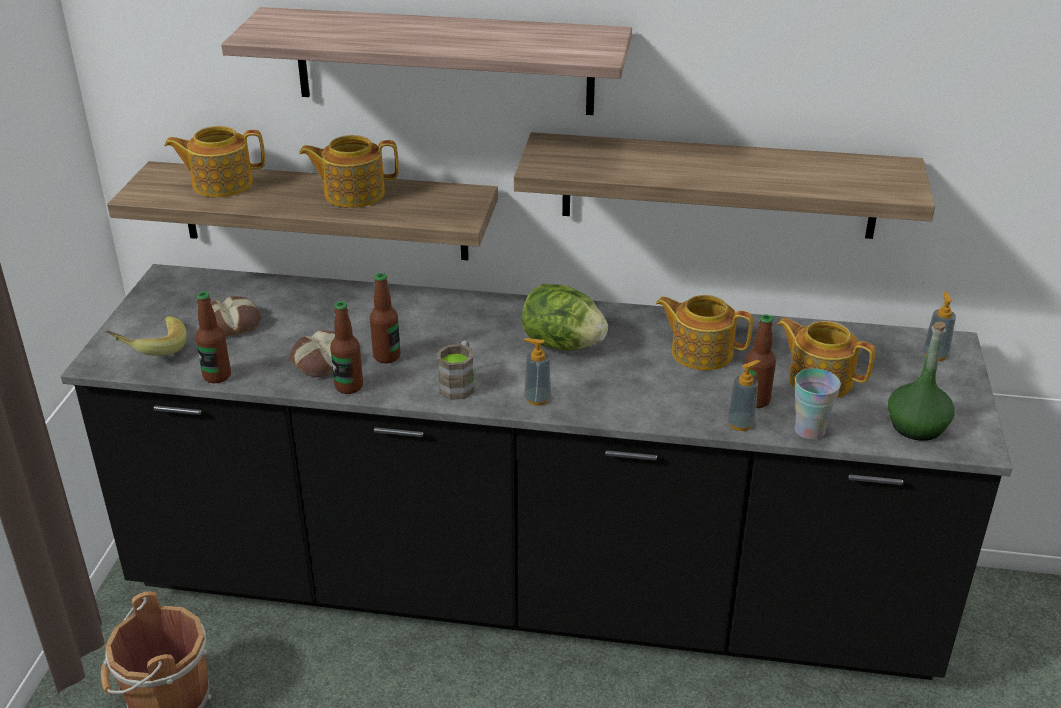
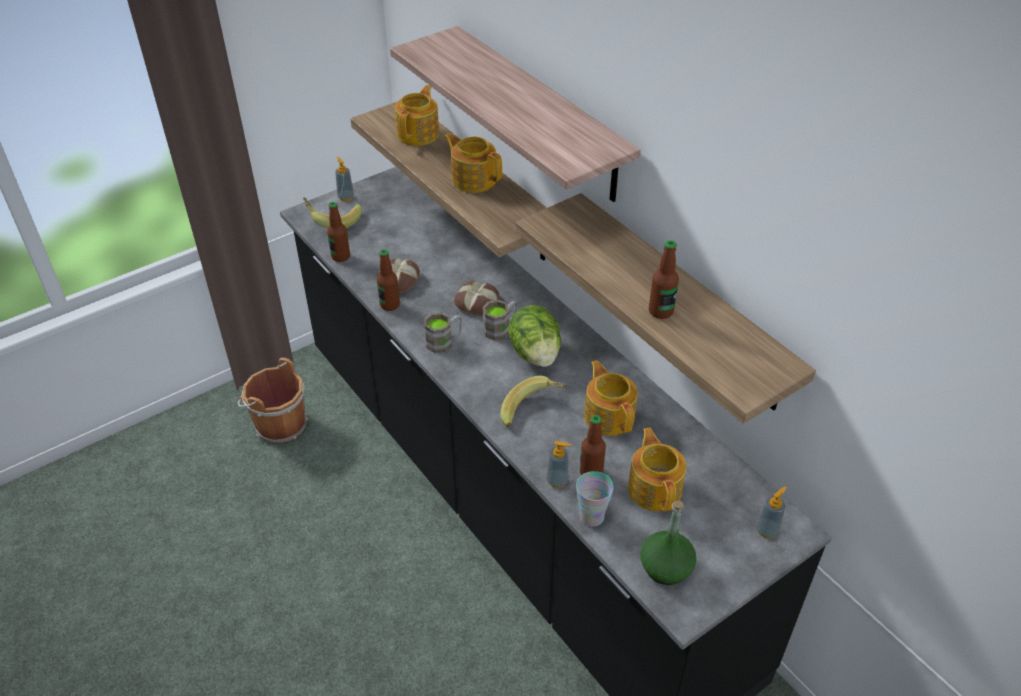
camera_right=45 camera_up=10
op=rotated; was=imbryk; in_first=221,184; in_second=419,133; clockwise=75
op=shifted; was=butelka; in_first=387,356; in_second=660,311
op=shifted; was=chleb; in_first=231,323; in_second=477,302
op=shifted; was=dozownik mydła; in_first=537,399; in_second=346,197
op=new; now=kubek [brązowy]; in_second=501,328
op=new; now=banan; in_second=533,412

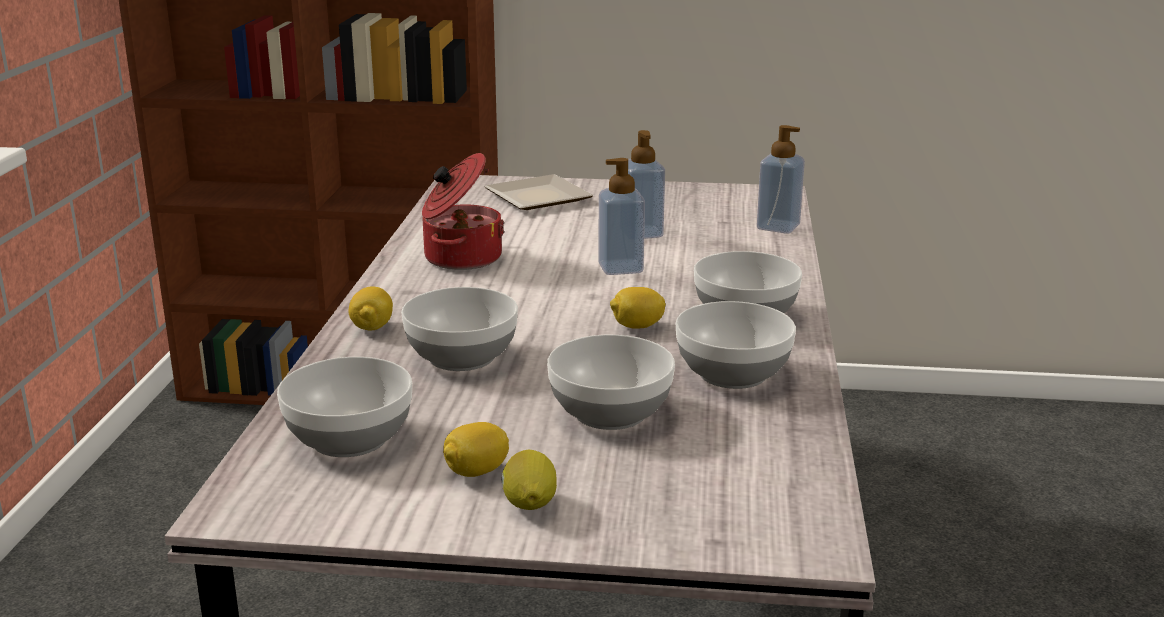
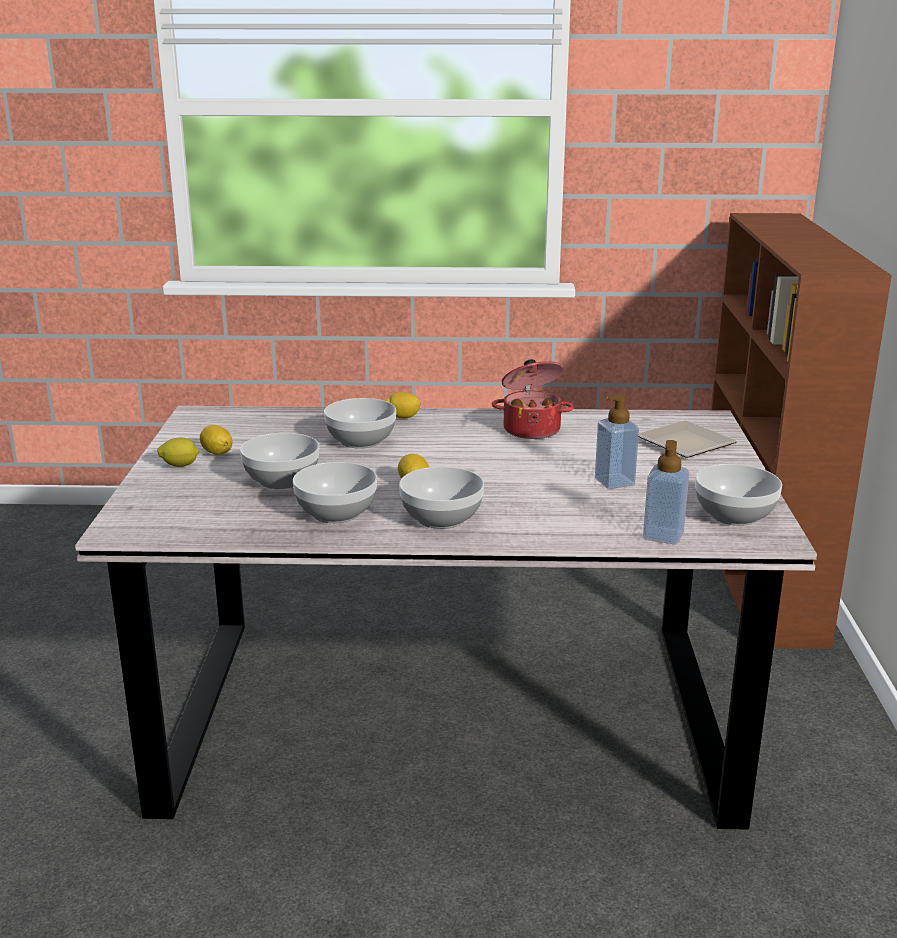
camera_right=85 camera_up=0
op=gone; was=dozownik mydła; in_first=620,268
op=shifted; was=miska; in_first=347,439; in_second=734,514

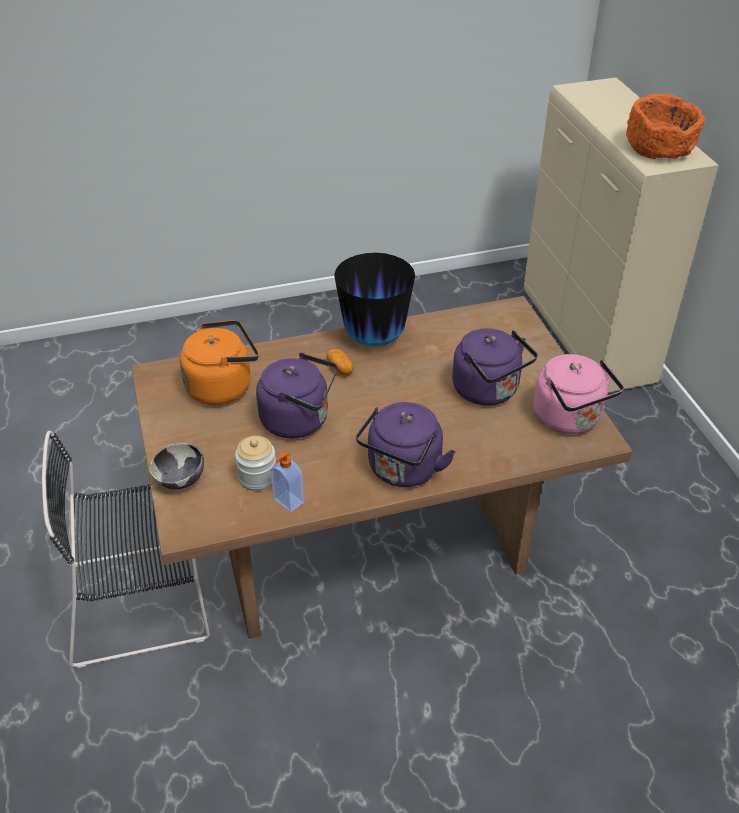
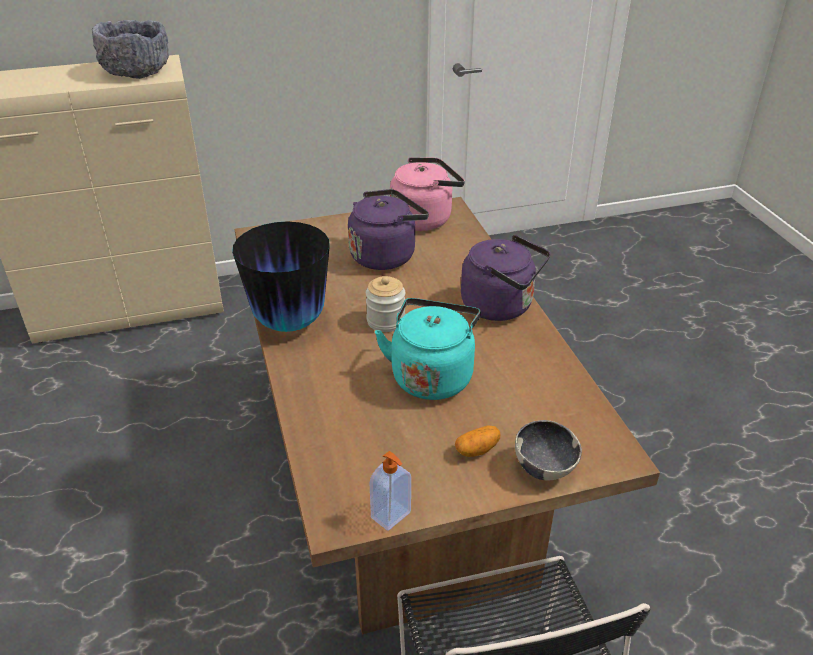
camera_right=-90 camera_up=-5
op=repainted; was=miska [pomarańczowy]; now=miska [szary]; in_first=659,149; in_second=136,71
op=gone; was=czajnik [pomarańczowy]; in_first=223,386
op=shifted; was=ziemniak; in_first=340,368; in_second=477,449
op=repainted; was=czajnik [fioletowy]; now=czajnik [turkusowy]; in_first=299,420; in_second=432,375
op=shifted; was=słoik; in_first=258,477; in_second=386,321
op=shifted; was=dozownik mydła; in_first=288,501; in_second=392,516

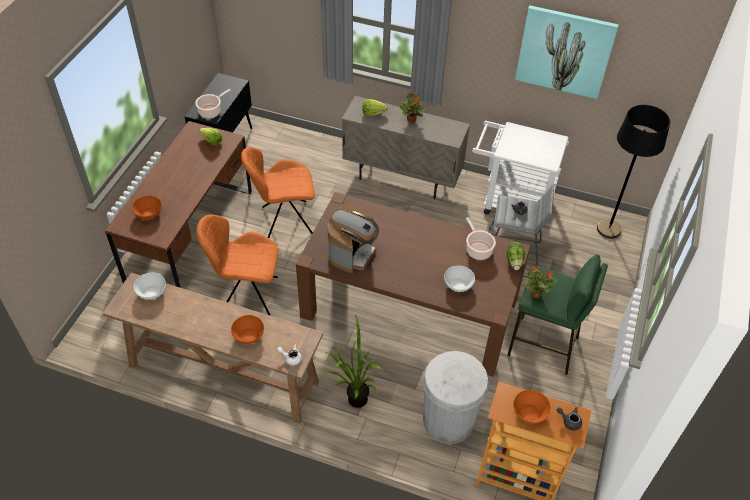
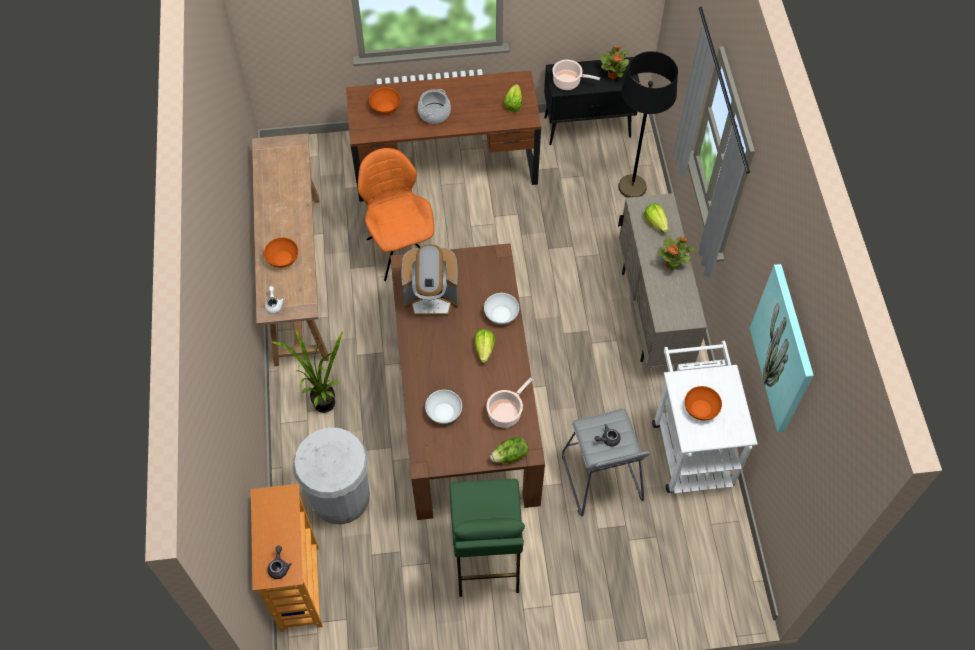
camera_right=65 camera_up=10
op=shifted; was=lampa stojąca [czarny]; in_first=608,229; in_second=632,187
op=gone; was=krzesło [pomarańczowy]; in_first=284,220
op=shifted; was=roślina doniczkowa; in_first=535,294; in_second=613,75
op=shifted; was=miska [biały]; in_first=152,292; in_second=501,314
op=shifted; was=miska [pomarańczowy]; in_first=529,413; in_second=701,409
op=new; now=garnek; in_second=434,113
op=new; now=sałata; in_second=484,349

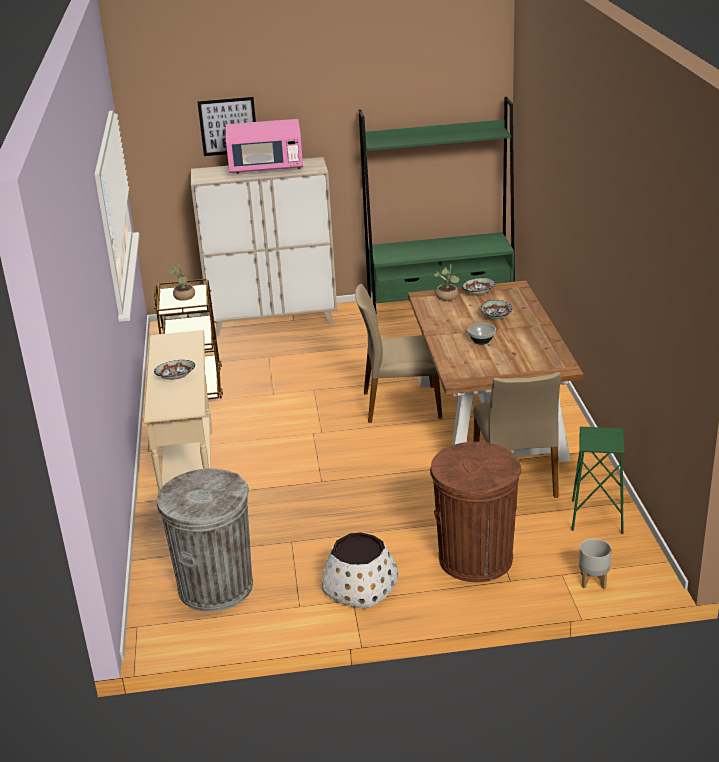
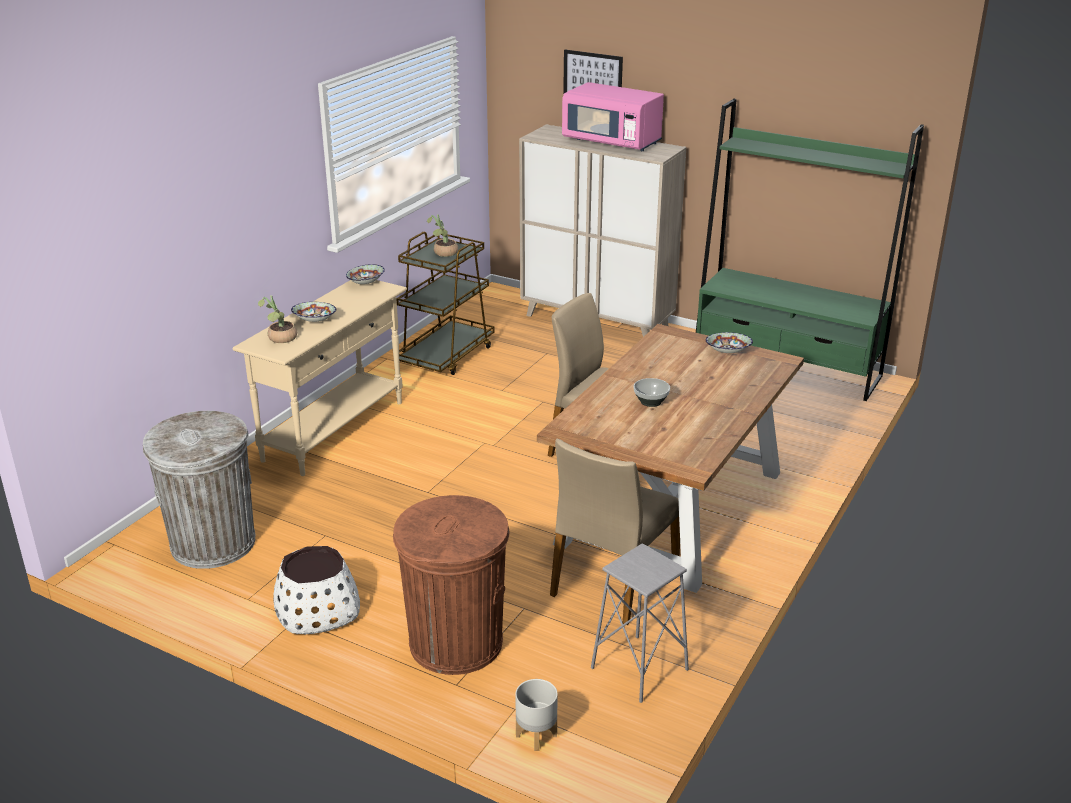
camera_right=35 camera_up=0
op=shifted; was=roślina doniczkowa; in_first=448,298; in_second=280,339
op=shifted; was=miska; in_first=496,317; in_second=366,283
op=repainted; was=stołek [zielony]; now=stołek [szary]; in_first=597,517; in_second=639,669

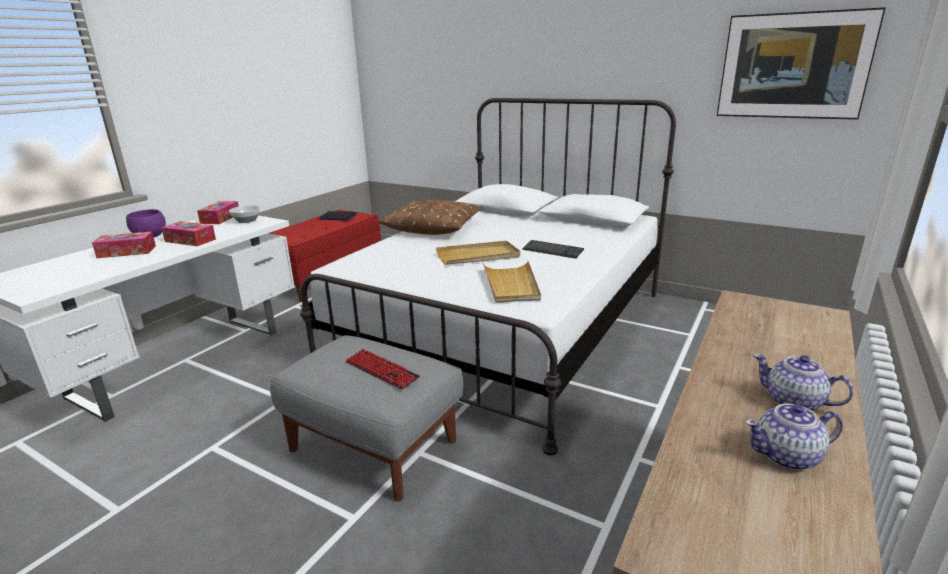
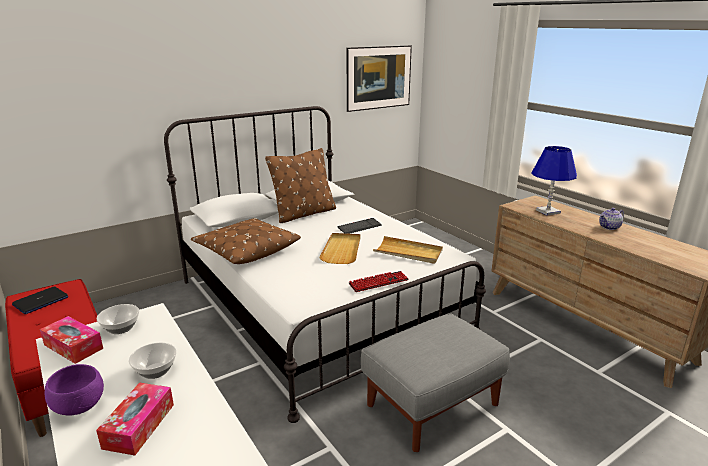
camera_right=-65 camera_up=0
op=swapped; was=pudełko chusteczek; now=miska; in_first=190,240; in_second=155,371
op=shifted; was=klawiatura; in_first=381,370; in_second=378,282
op=gone; was=imbryk; in_first=787,456
op=new; now=lampa stołowa [niebieski]; in_second=548,211
op=new; now=poduszka [brązowy]; in_second=304,214

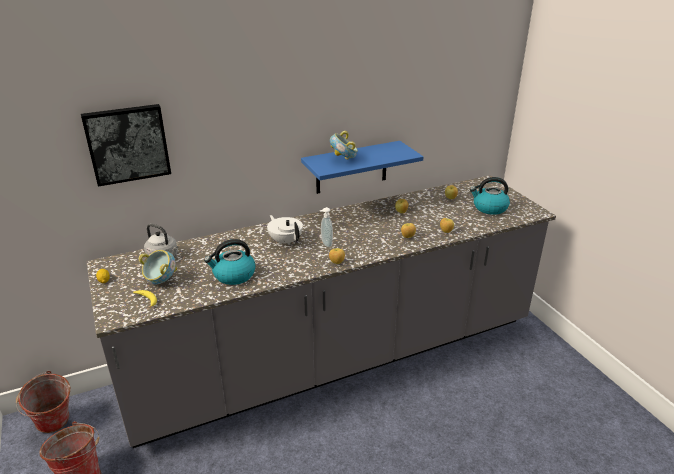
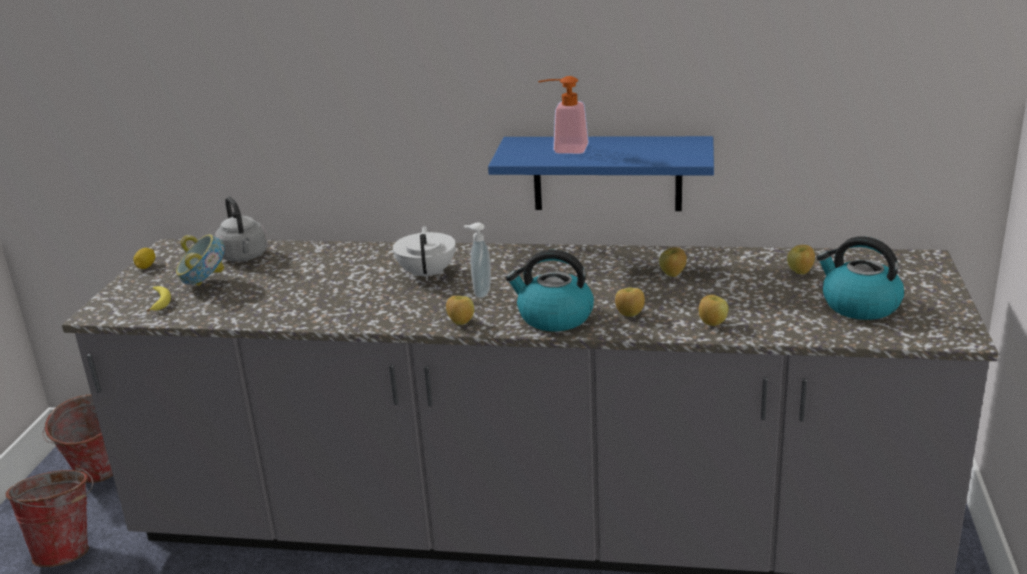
camera_right=35 camera_up=-5
op=gone; was=obraz; in_first=127,143
op=swapped; was=miska; now=dozownik mydła; in_first=343,159; in_second=564,149
op=shifted; was=czajnik; in_first=233,275; in_second=554,317

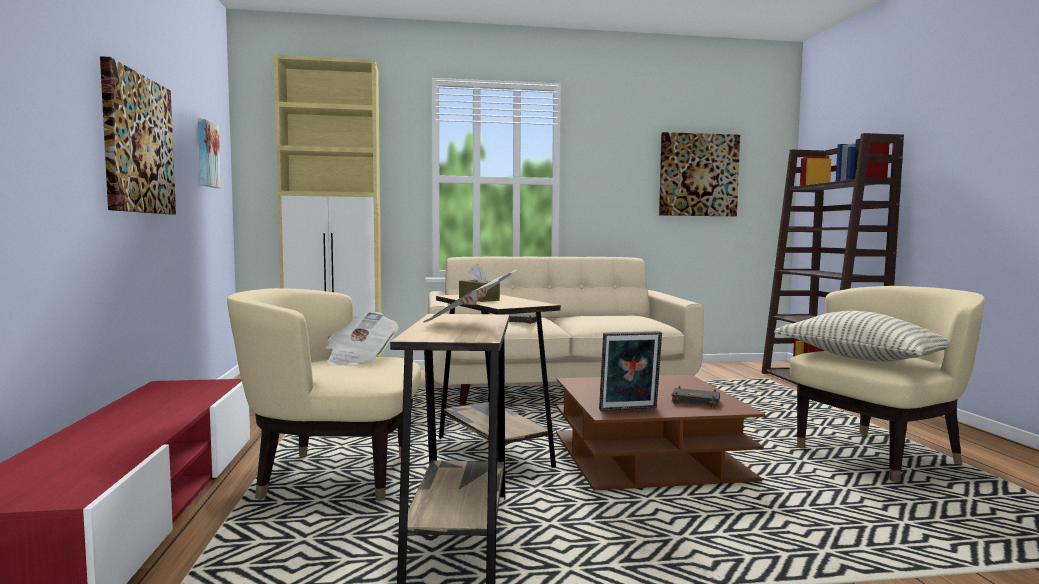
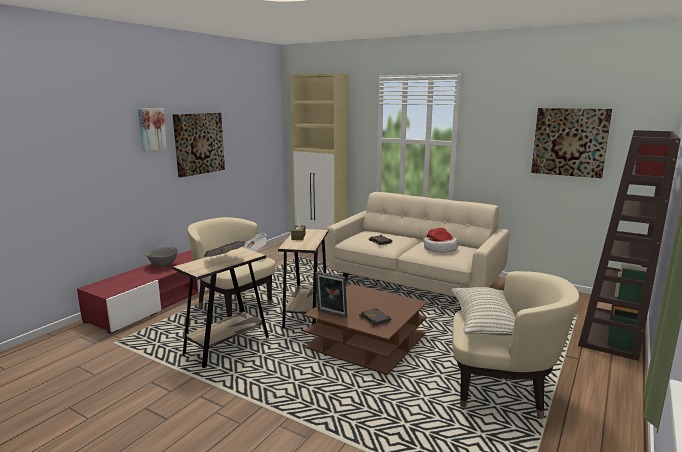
camera_right=40 camera_up=10
op=shifted; was=obraz; in_first=206,154; in_second=151,129
op=new; now=kapelusz; in_second=439,249
op=new; now=miska [szary]; in_second=163,265

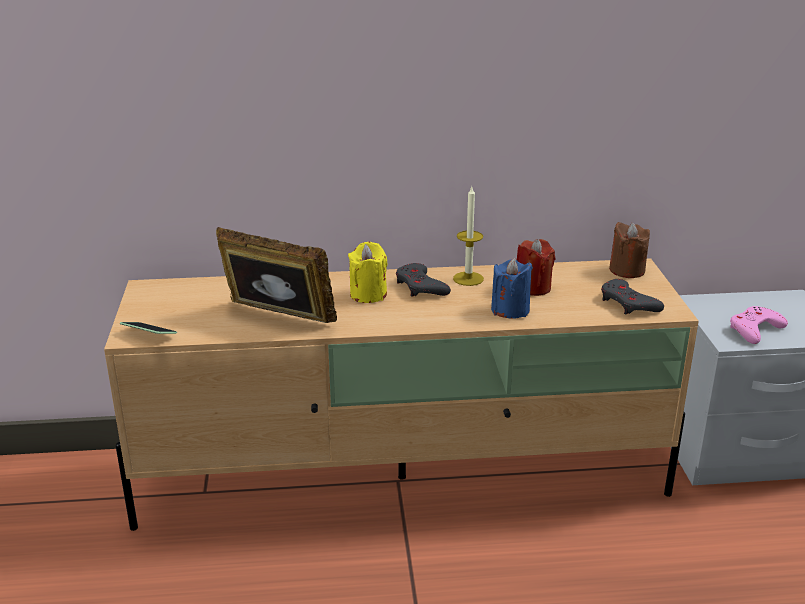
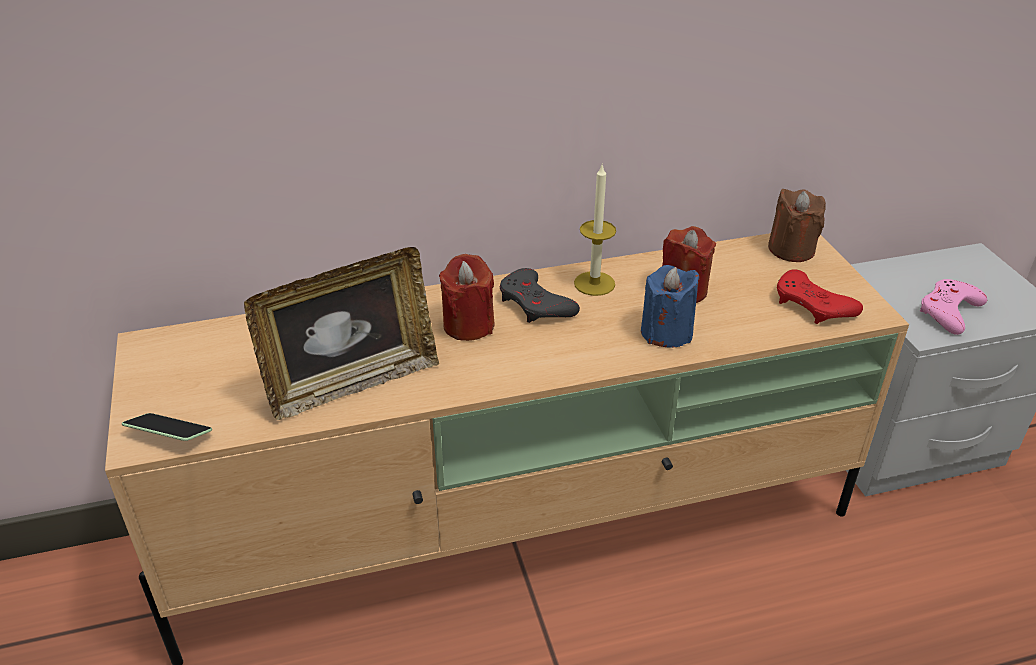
camera_right=-10 camera_up=10
op=rotated; was=ramka na zdjęcie; in_first=277,319; in_second=352,383; clockwise=135
op=repainted; was=świeca [żółty]; now=świeca [czerwony]; in_first=368,294; in_second=468,325
op=repainted; was=pad do gier [szary]; now=pad do gier [czerwony]; in_first=628,303; in_second=813,304

